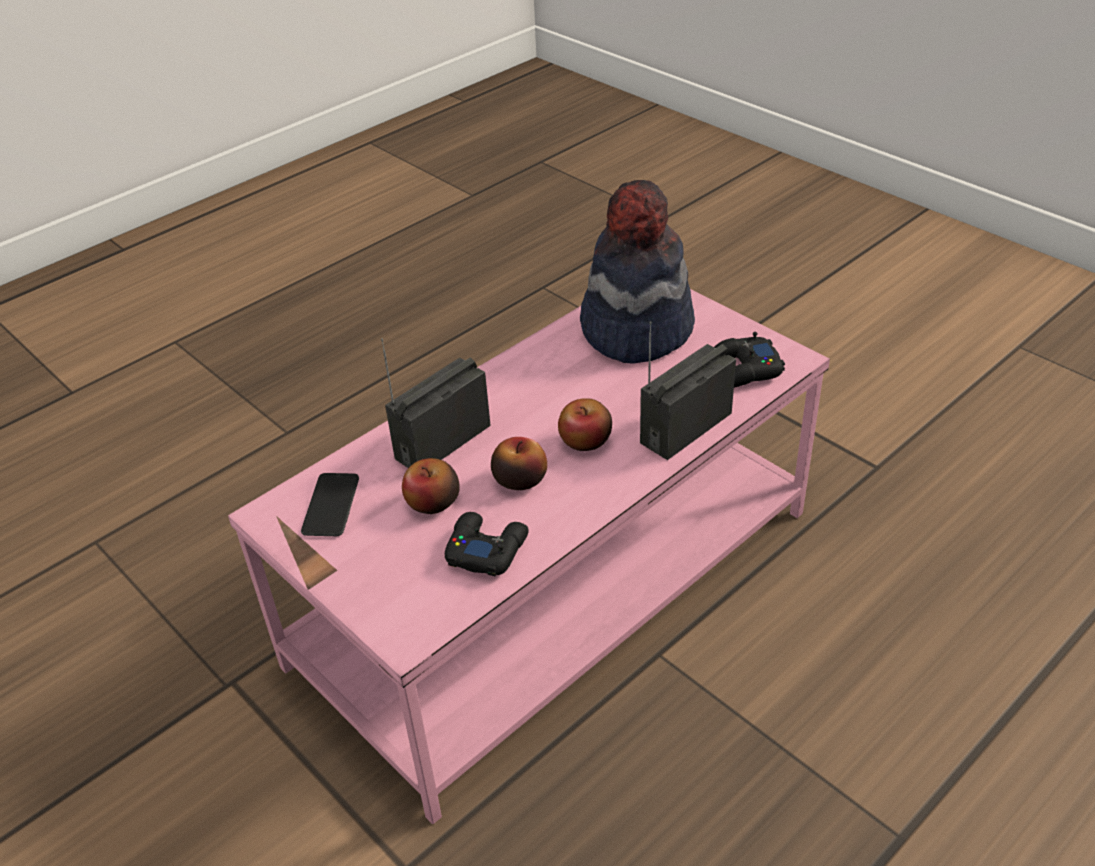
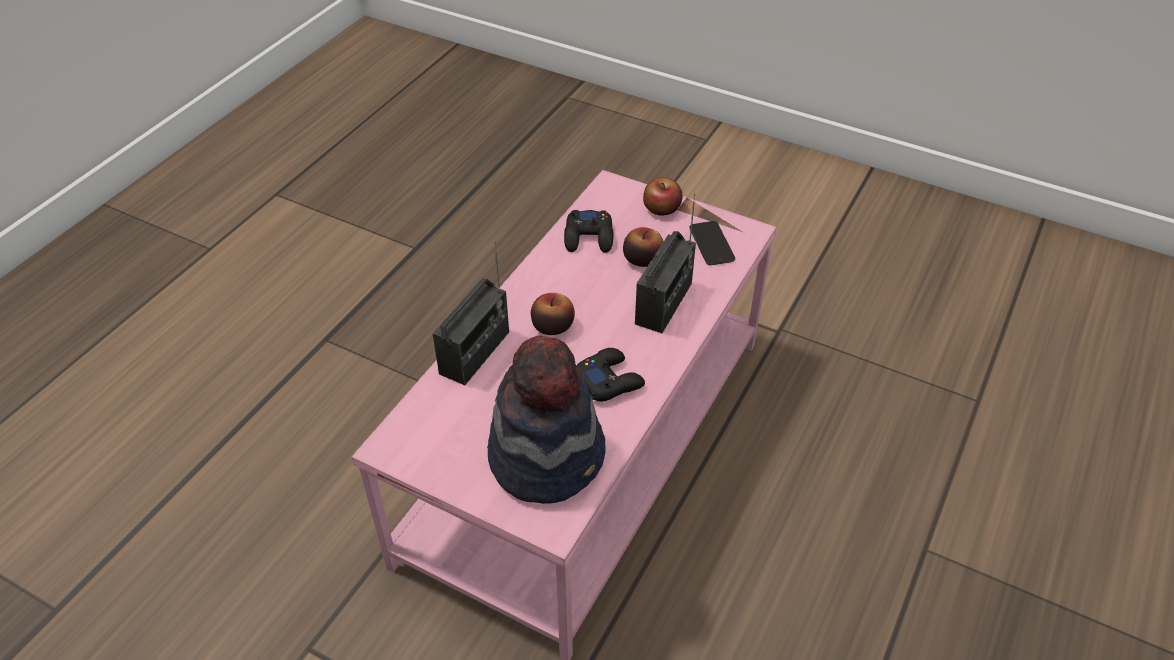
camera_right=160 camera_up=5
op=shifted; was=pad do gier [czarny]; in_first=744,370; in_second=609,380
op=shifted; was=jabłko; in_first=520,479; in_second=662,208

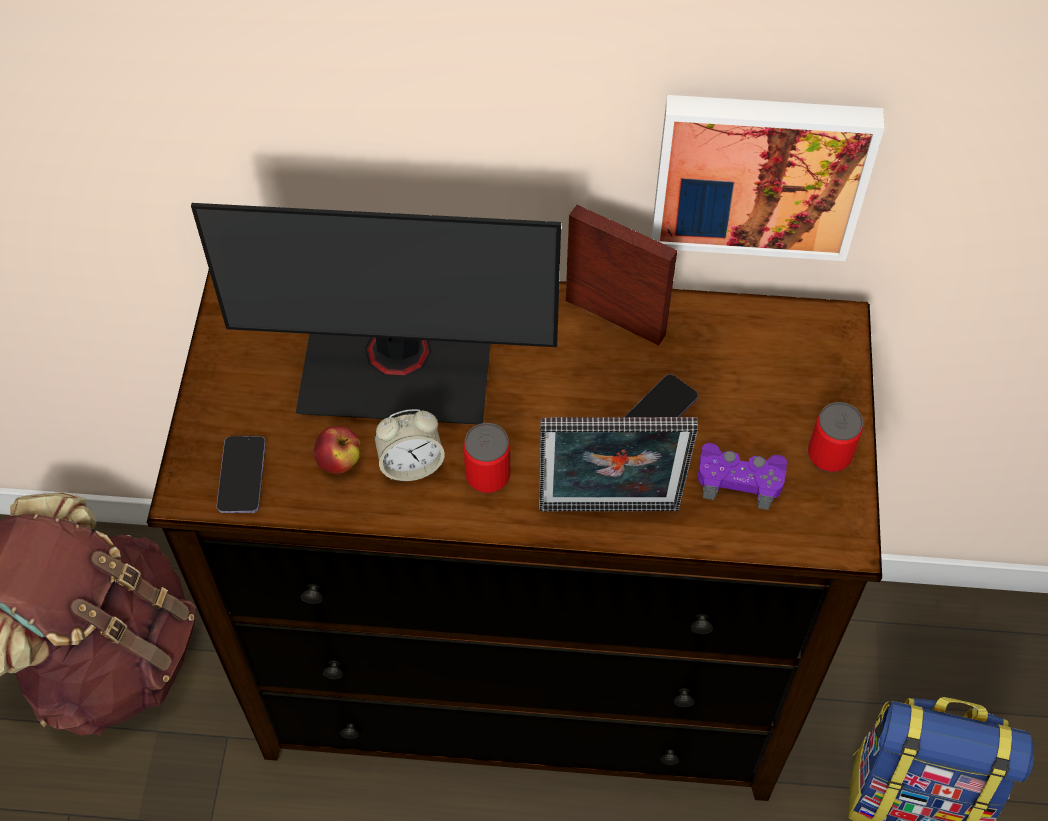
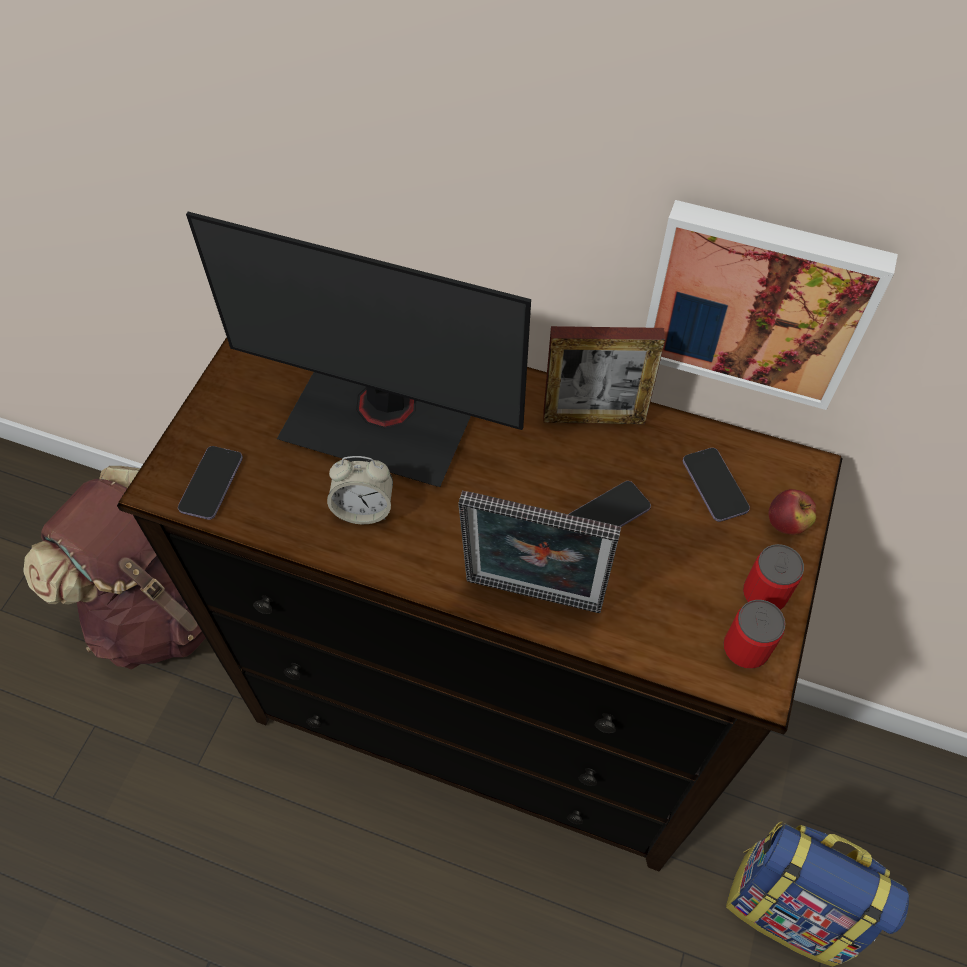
camera_right=15 camera_up=0
op=rotated; was=ramka na zdjęcie; in_first=615,317; in_second=594,417; clockwise=135
op=shifted; was=puszka; in_first=488,476; in_second=745,649
op=shifted; was=jabłko; in_first=339,462; in_second=786,523
op=gone; was=pad do gier [fioletowy]; in_first=739,479
op=new; now=telefon; in_second=714,486

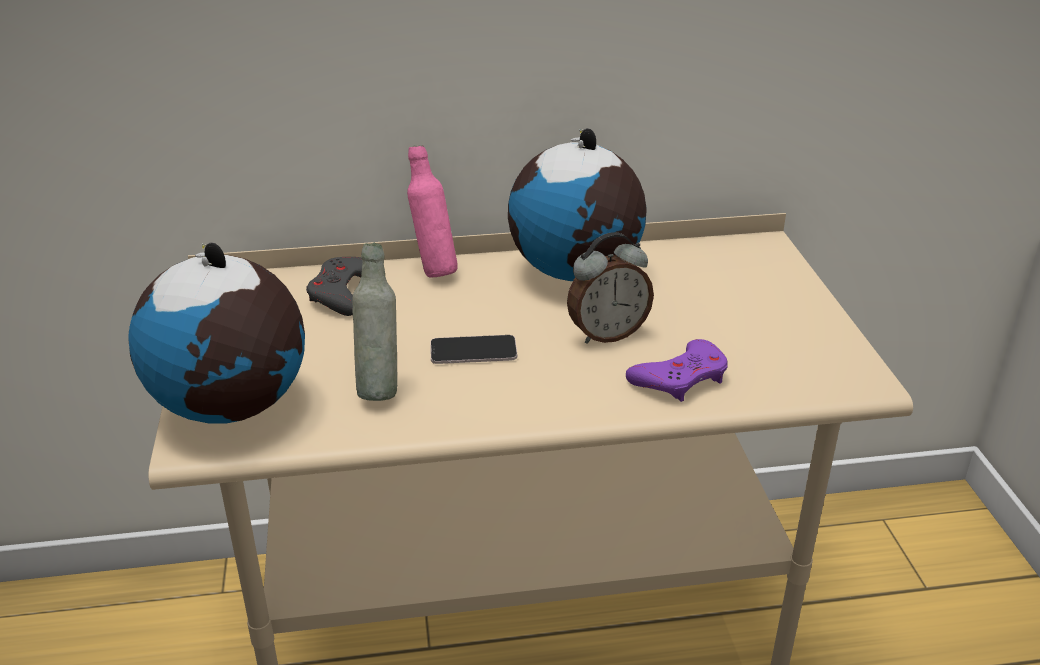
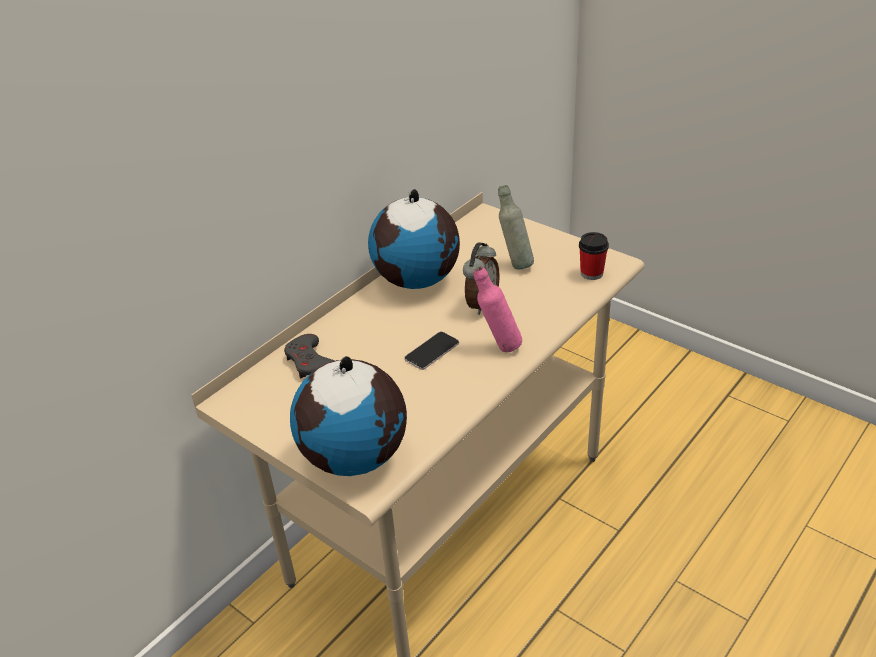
camera_right=-40 camera_up=5
op=shifted; was=butelka [różowy]; in_first=433,270; in_second=498,347
op=shifted; was=butelka [szary]; in_first=379,388; in_second=515,264
op=gone; was=pad do gier [fioletowy]; in_first=680,378
op=new; now=filiżanka; in_second=591,273

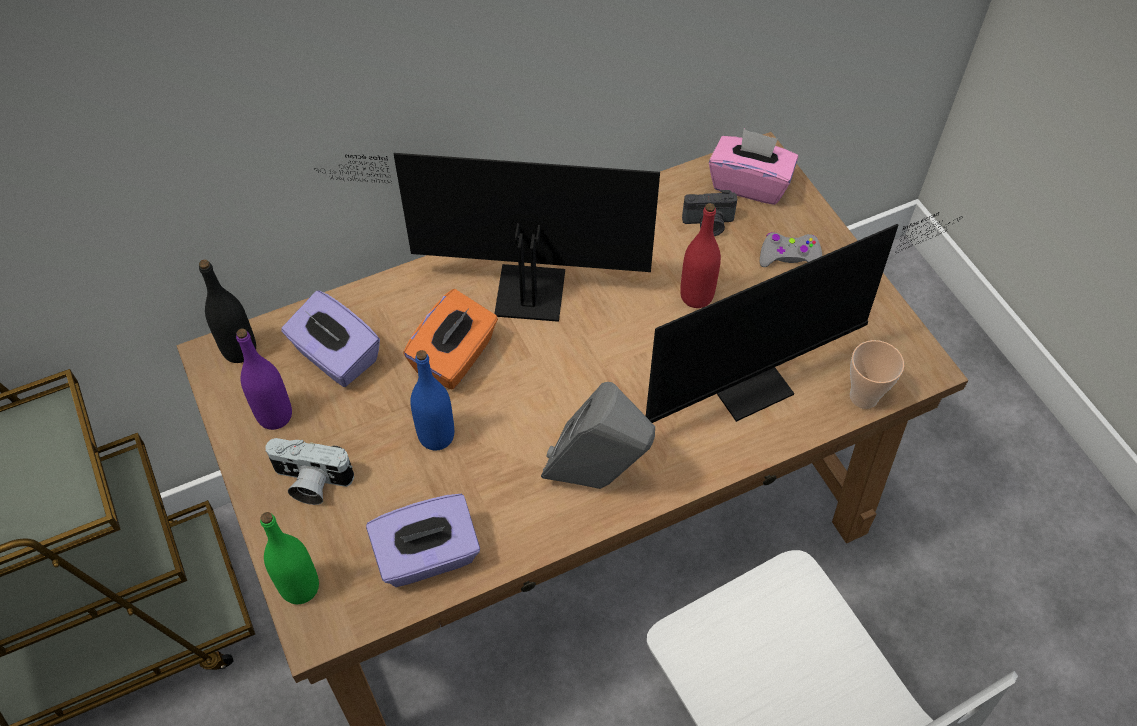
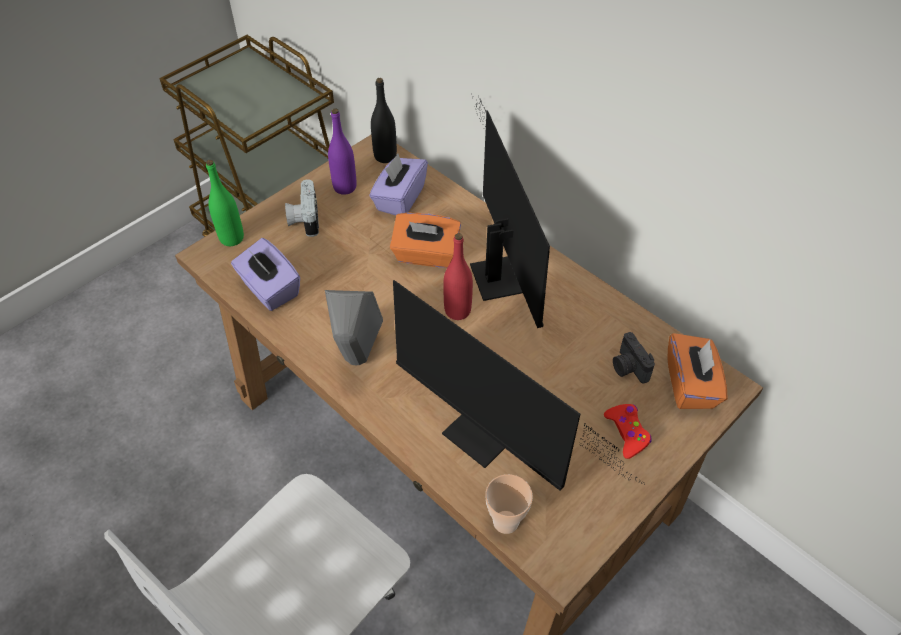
camera_right=70 camera_up=-5
op=repainted; was=pudełko chusteczek [różowy]; now=pudełko chusteczek [pomarańczowy]; in_first=749,184; in_second=690,385
op=shifted; was=butelka [czerwony]; in_first=696,296; in_second=457,311
op=repainted; was=pad do gier [szary]; now=pad do gier [czerwony]; in_first=789,257; in_second=627,433
op=gone; was=butelka [niebieski]; in_first=436,436

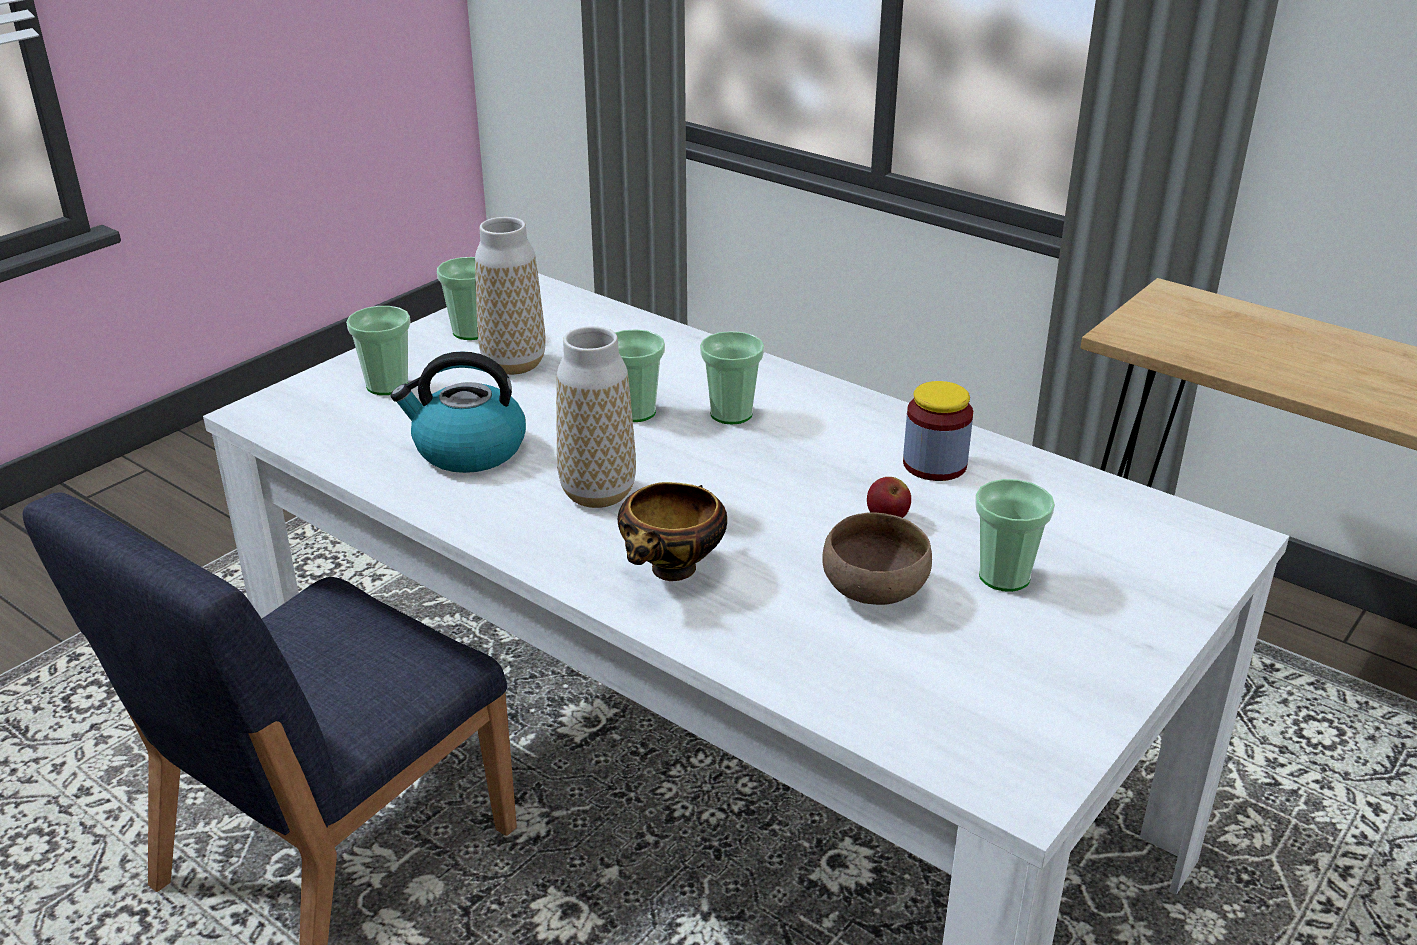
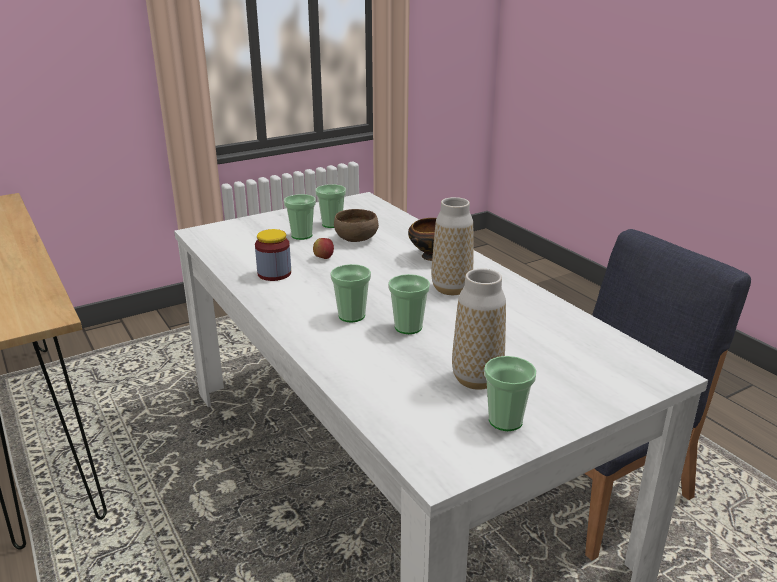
camera_right=-160 camera_up=-5
op=shifted; was=filiżanka; in_first=387,385; in_second=332,224
op=gone; was=czajnik; in_first=468,450

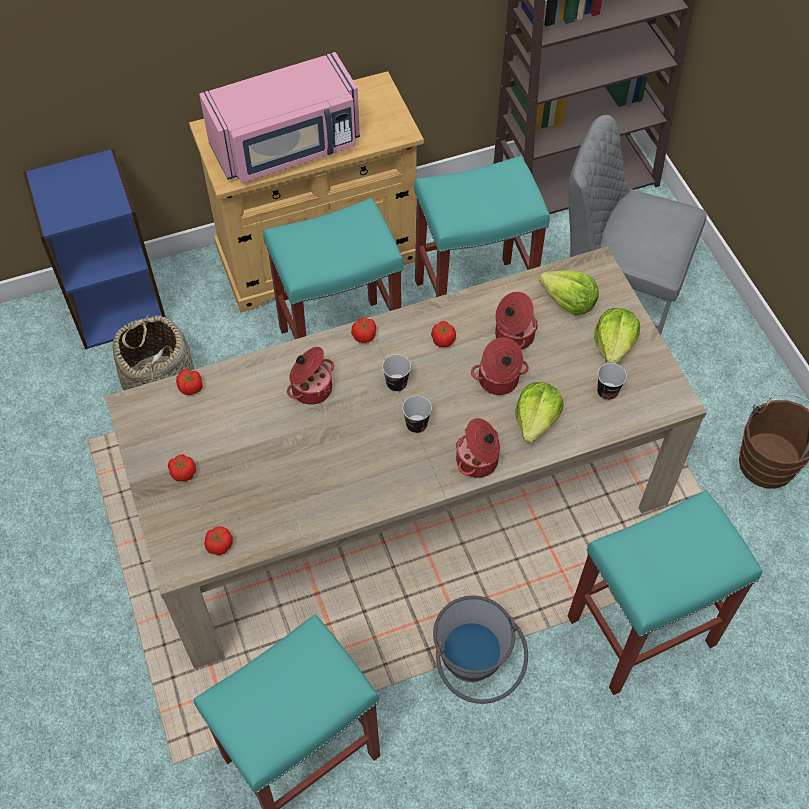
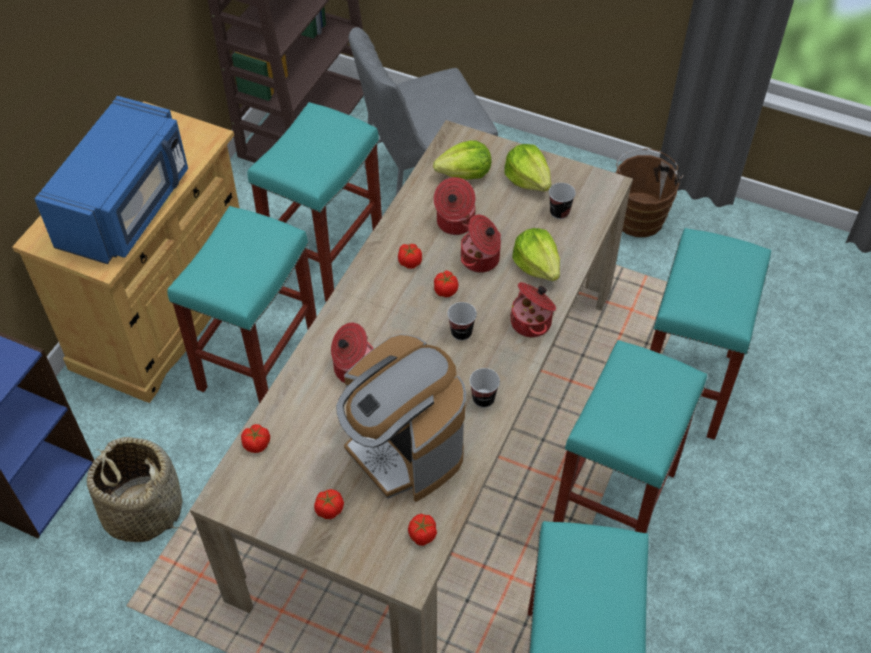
camera_right=-45 camera_up=-5
op=repainted; was=mikrofalówka [różowy]; now=mikrofalówka [niebieski]; in_first=287,147; in_second=127,208
op=shifted; was=pomidor; in_first=364,336; in_second=445,290
op=shifted; was=filiżanka; in_first=396,383; in_second=483,399
op=swapped; was=wiadro [szary]; now=stołek [turkusowy]; in_first=475,668; in_second=614,502
op=new; now=ekspres do kawy; in_second=403,450

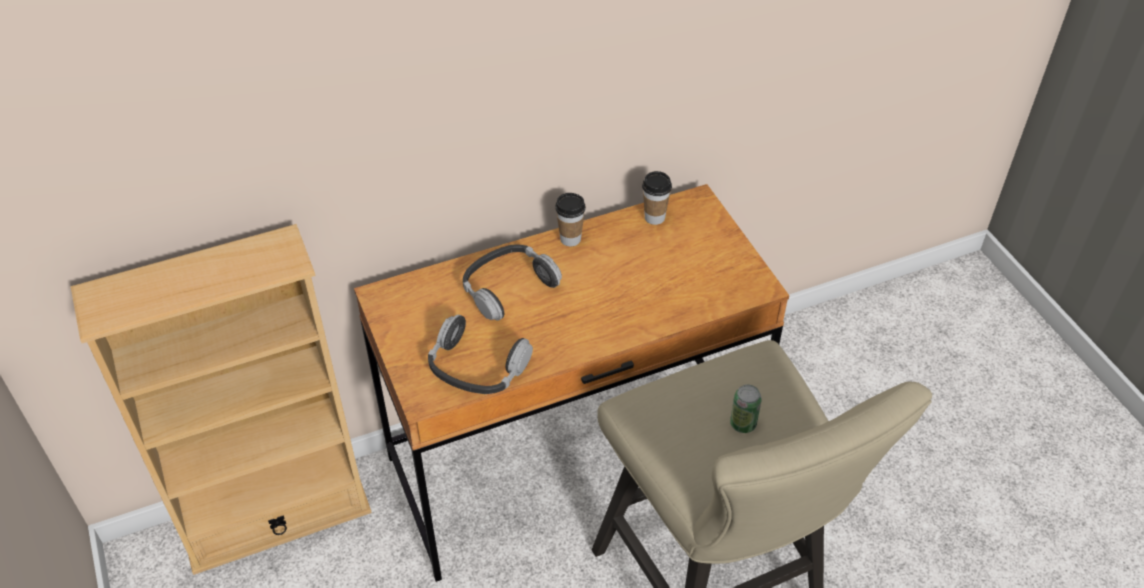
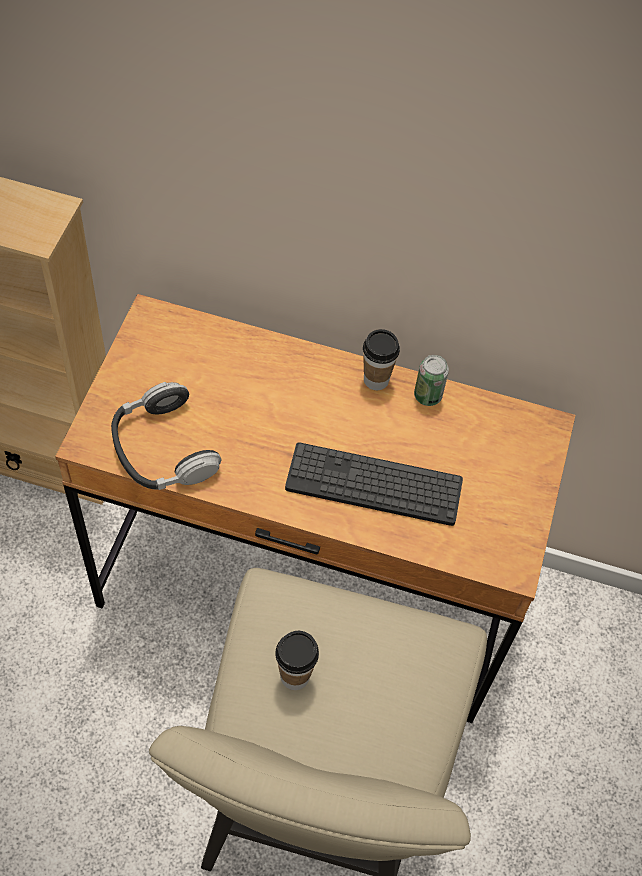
camera_right=35 camera_up=10
op=shifted; was=filiżanka; in_first=654,217; in_second=295,676
op=gone; was=słuchawki; in_first=508,287
op=shifted; was=puszka; in_first=743,424; in_second=427,396
op=new; now=klawiatura; in_second=374,485

